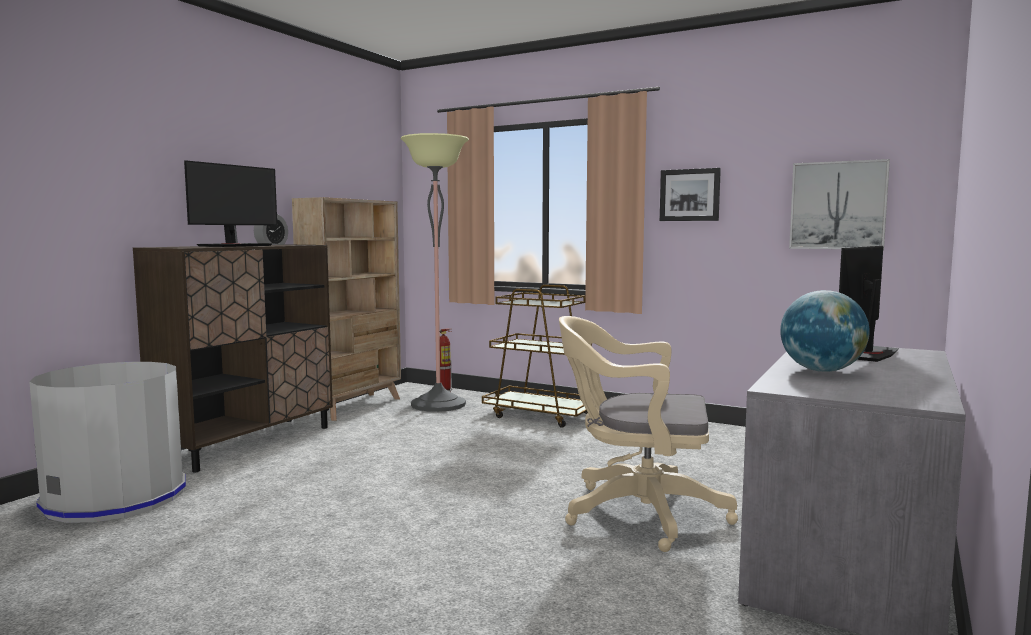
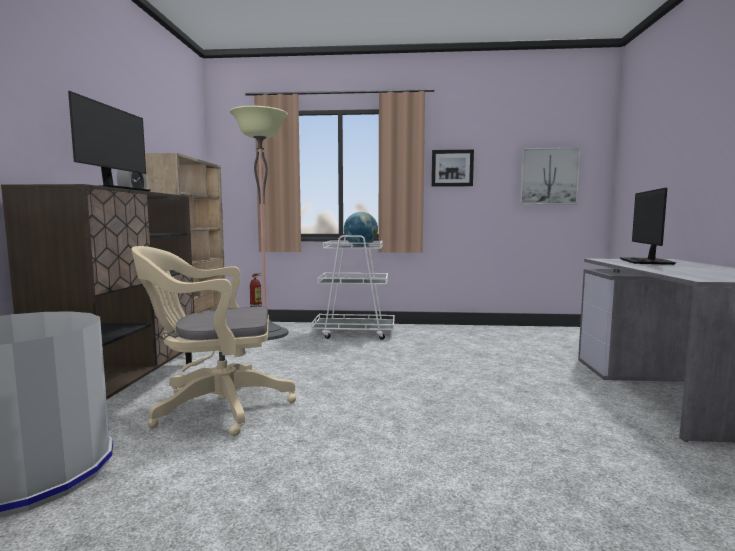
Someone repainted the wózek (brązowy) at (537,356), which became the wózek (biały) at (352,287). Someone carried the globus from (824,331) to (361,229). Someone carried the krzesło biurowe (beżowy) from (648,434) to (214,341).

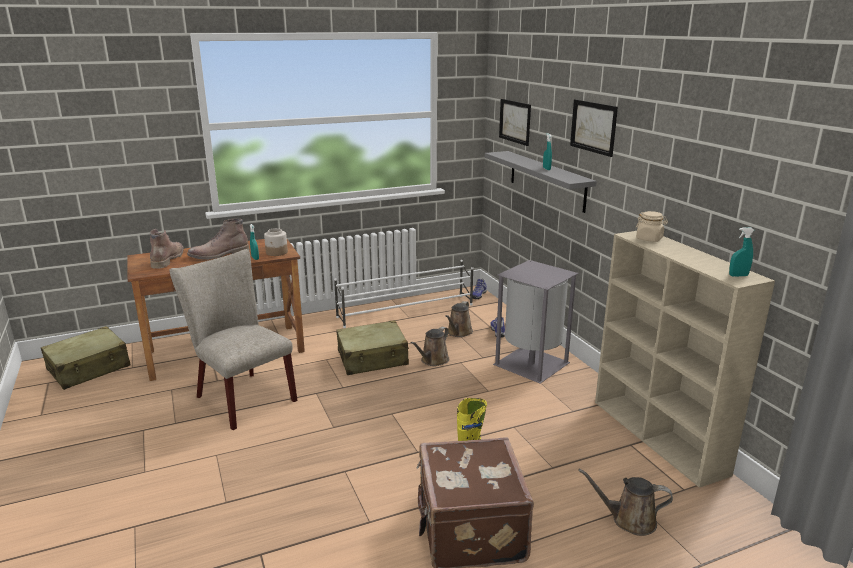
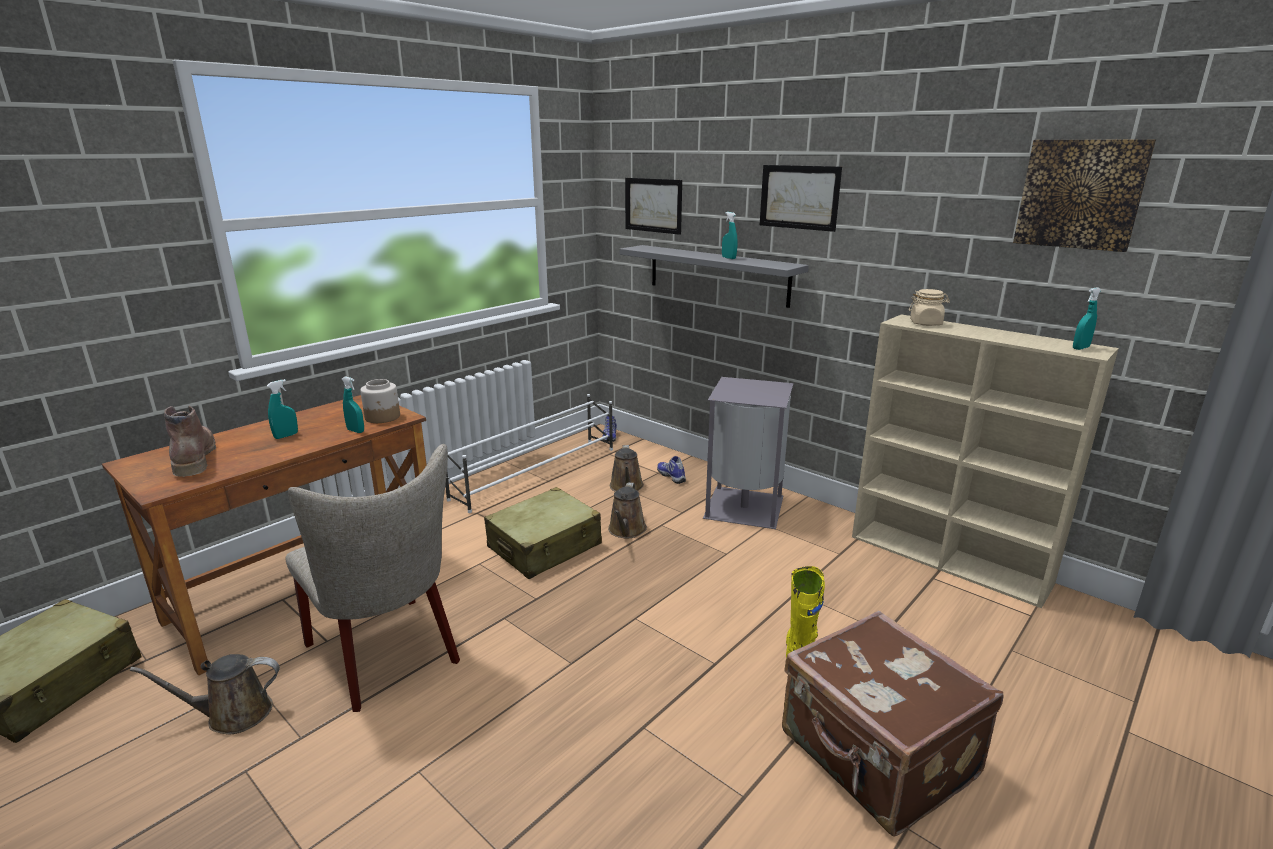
Someone swapped the but z cholewką (brązowy) at (218,239) for the spryskiwacz (turkusowy) at (282,409). Someone rotated the krzesło (beżowy) at (233,339) by 150 degrees counterclockwise. Someone carried the konewka (brązowy) from (625,502) to (205,694). Someone put up the obraz at (1084,195).

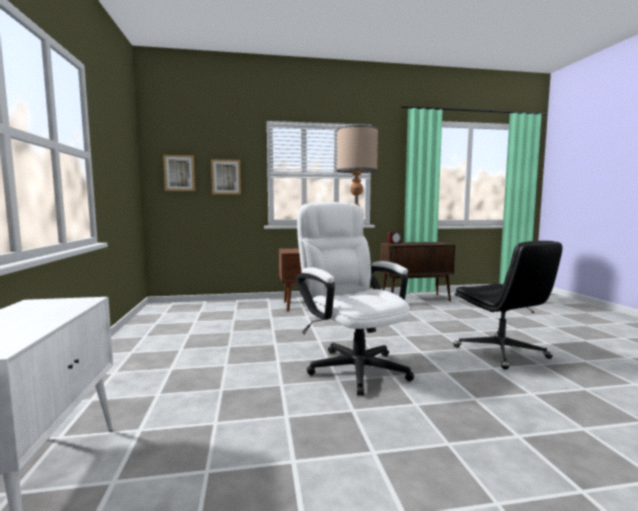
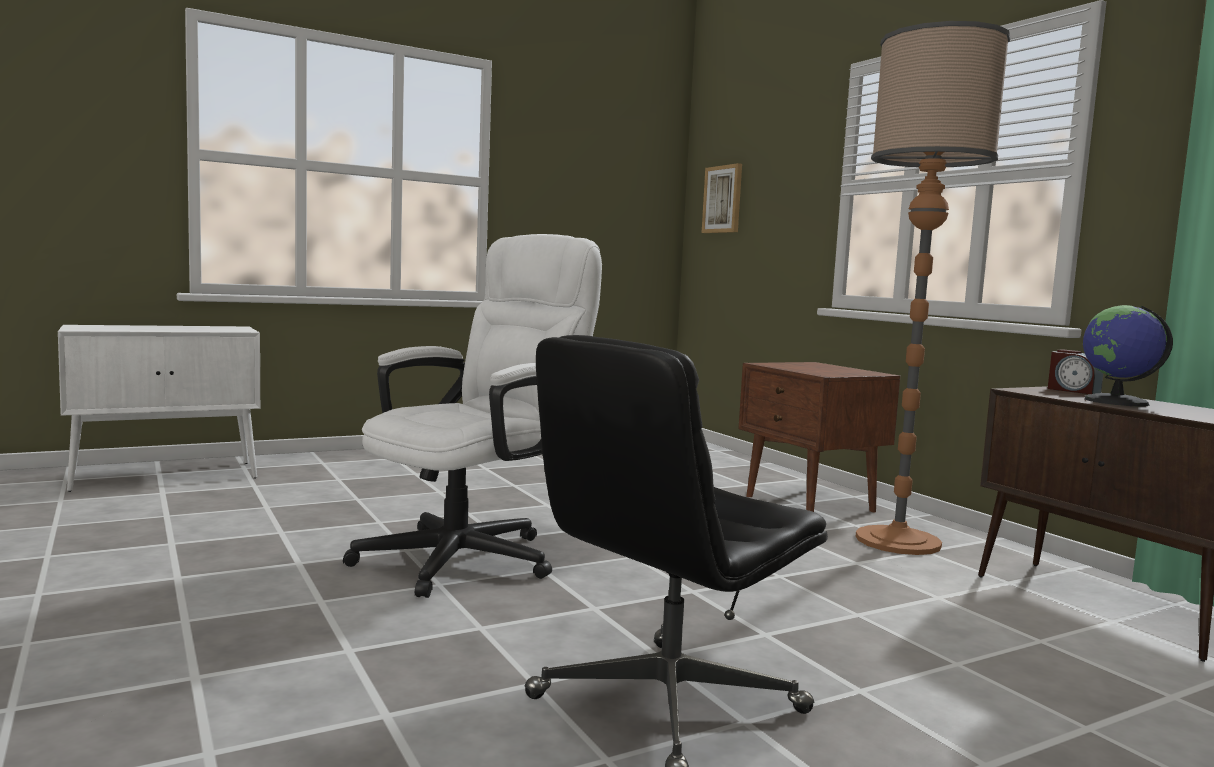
Someone took away the obraz at (226,177). Someone put down the globus at (1128,355).

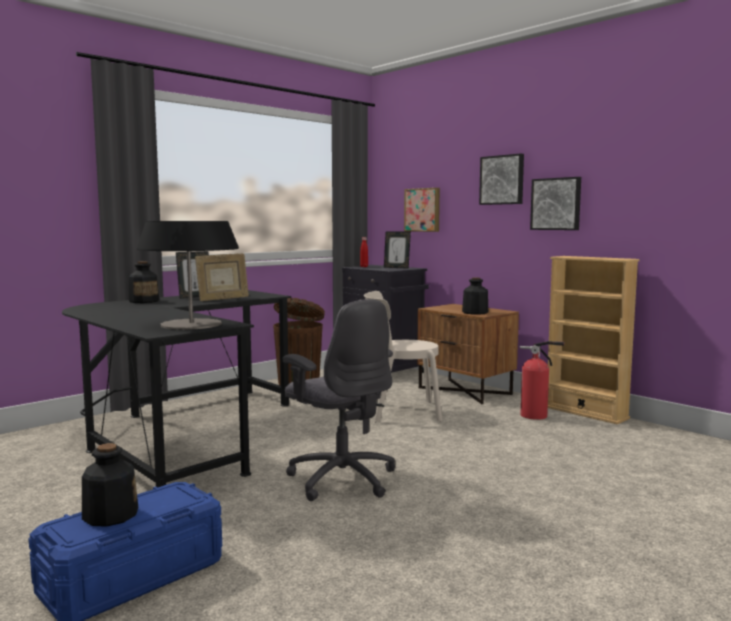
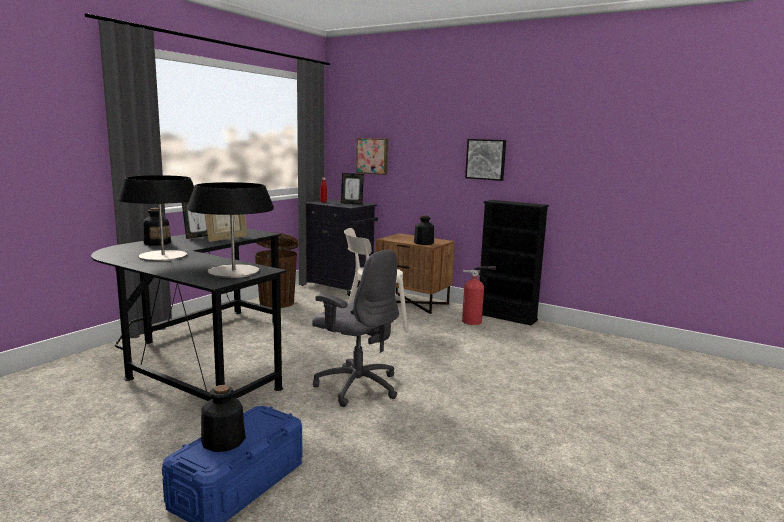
Someone took away the obraz at (501,179). Someone repainted the regał (beżowy) at (593,340), which became the regał (czarny) at (514,263). Someone put down the lampa stołowa at (155,218).

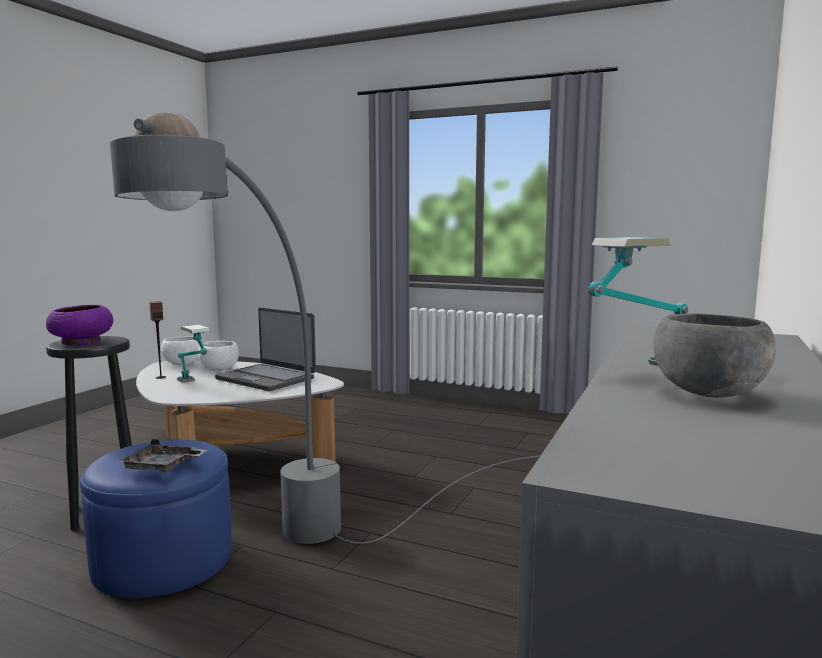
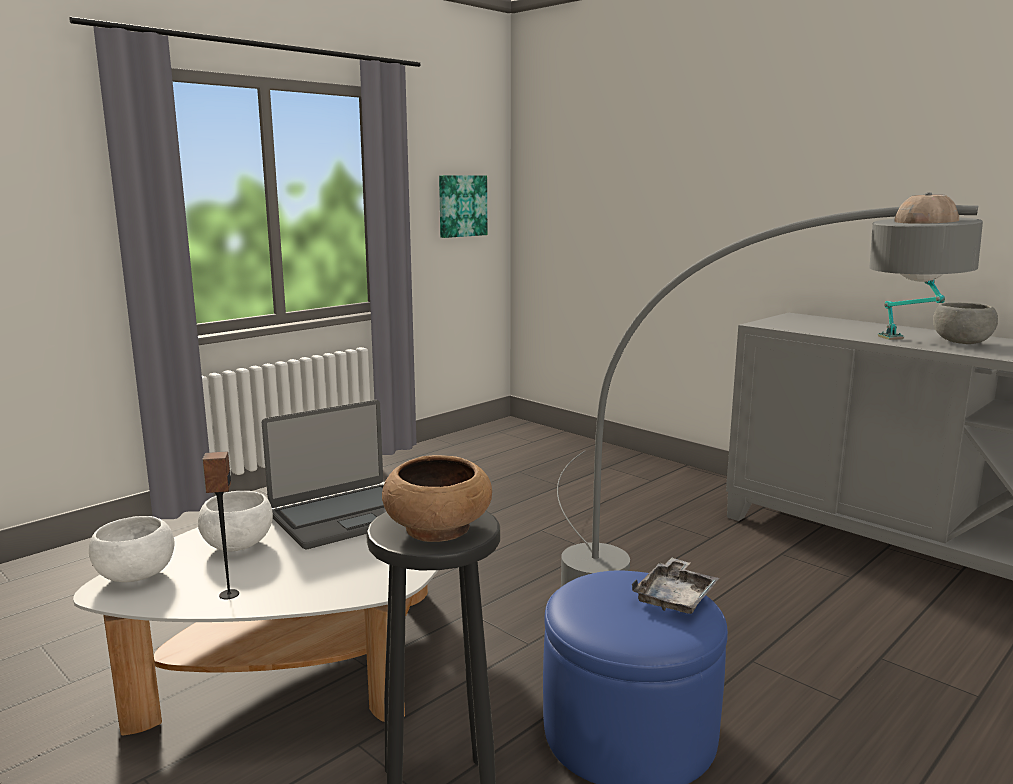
Someone repainted the miska (fioletowy) at (79,325), which became the miska (brązowy) at (437,498). Someone took away the lampa stołowa at (193,354). Someone put up the obraz at (463,206).

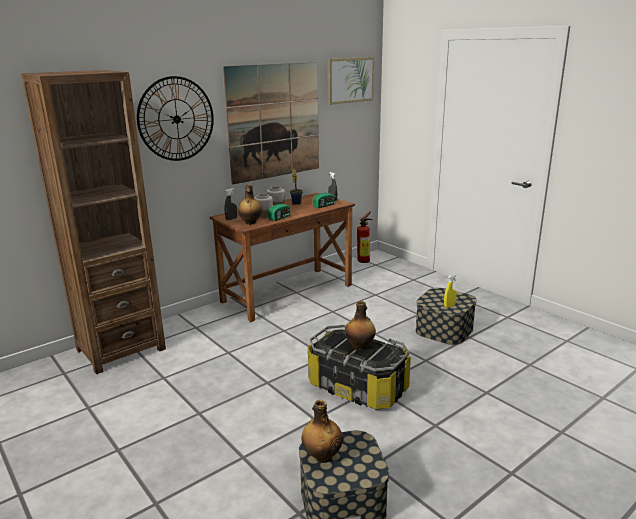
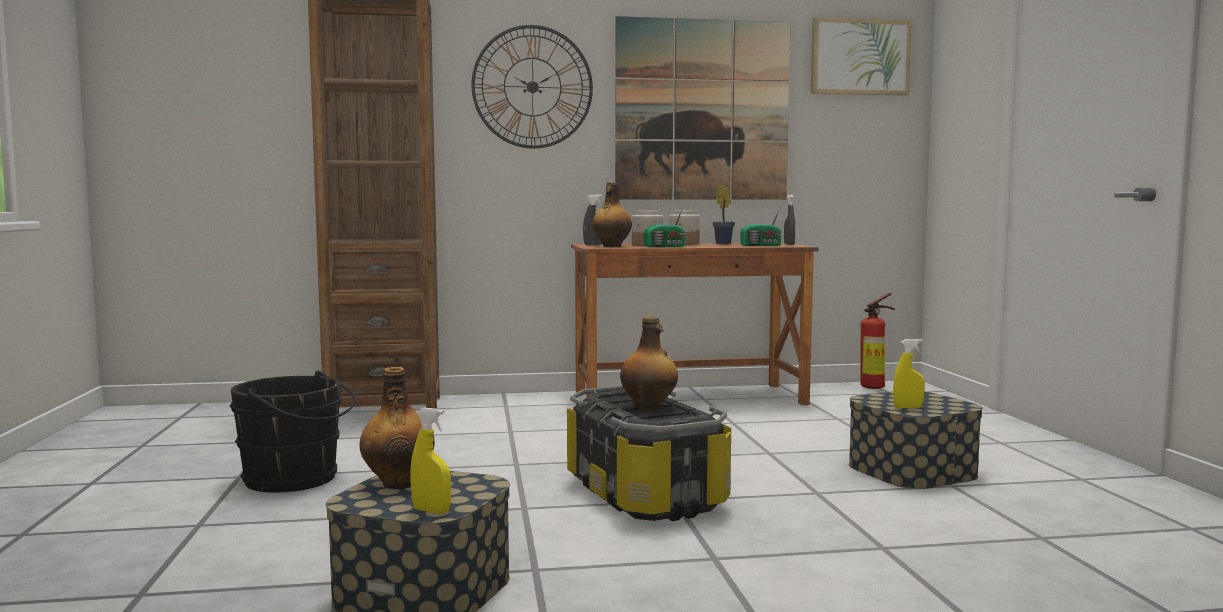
Someone put down the wiadro (czarny) at (293,432). Someone put down the spryskiwacz (żółty) at (430,461).

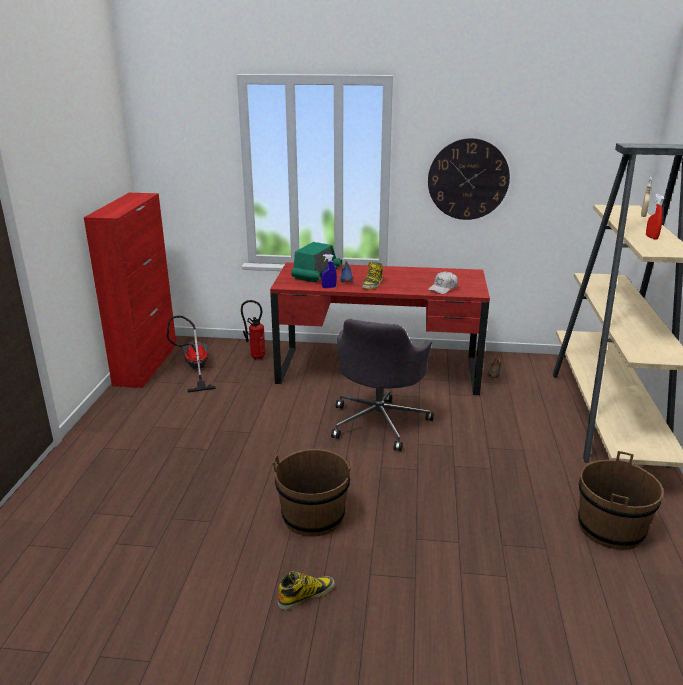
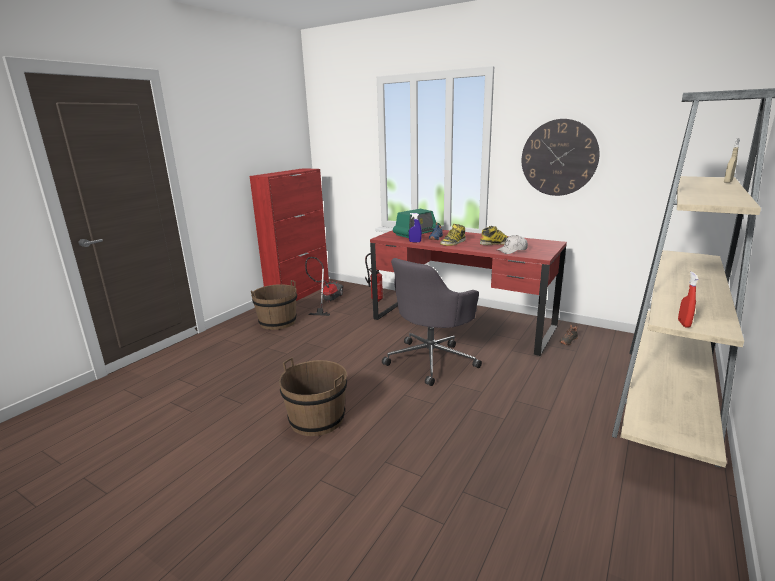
Someone carried the spryskiwacz (czerwony) from (655,217) to (688,300). Someone carried the wiadro (brązowy) from (621,500) to (274,305). Someone carried the but z cholewką from (306,590) to (494,235).

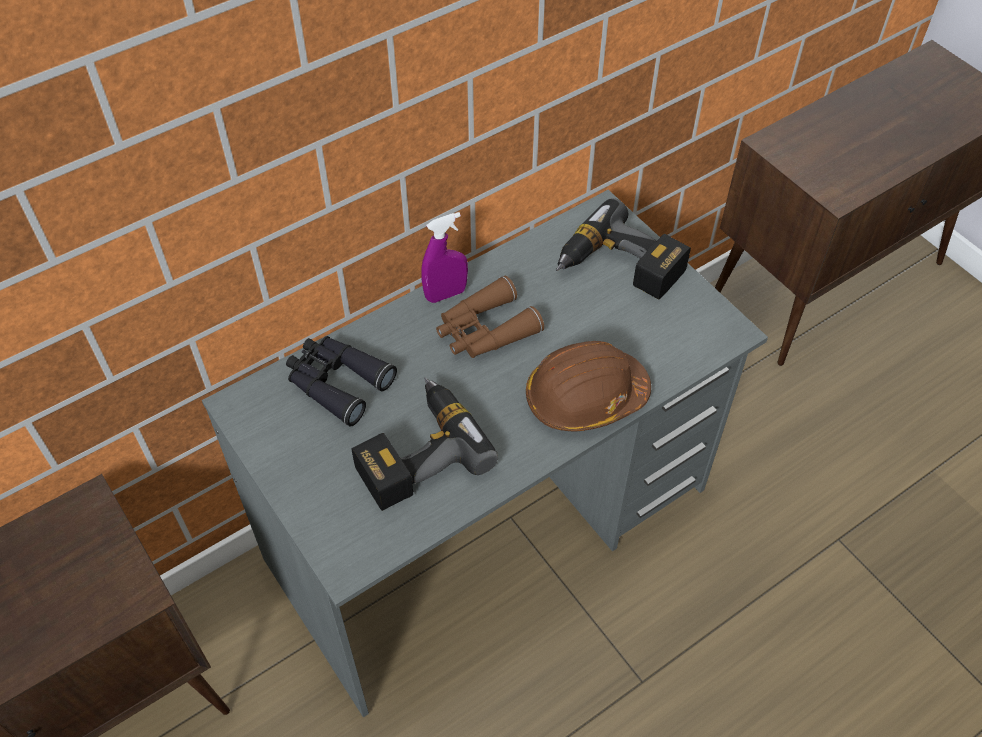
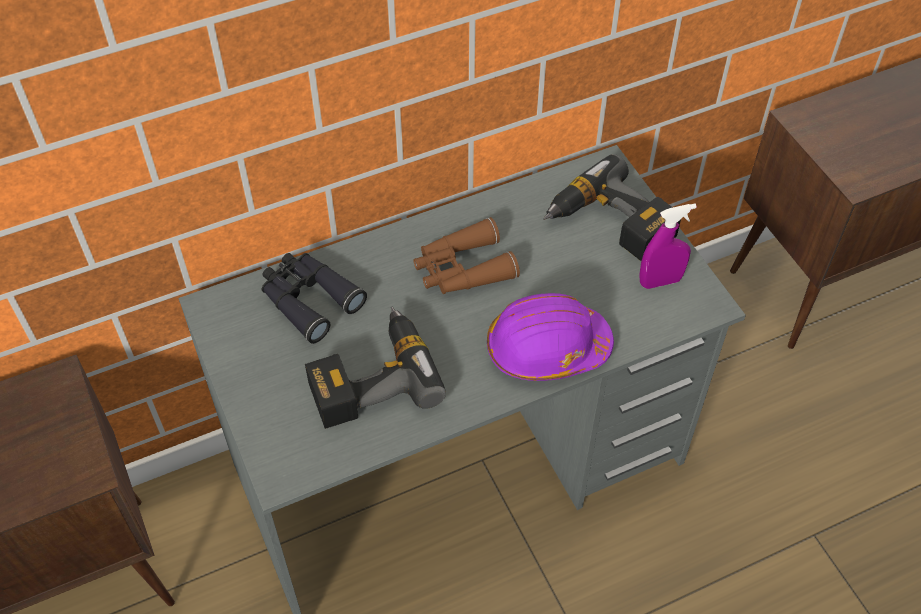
Someone carried the spryskiwacz (fioletowy) from (444,257) to (668,246). Someone repainted the kask (brązowy) at (588,386), which became the kask (fioletowy) at (550,337).

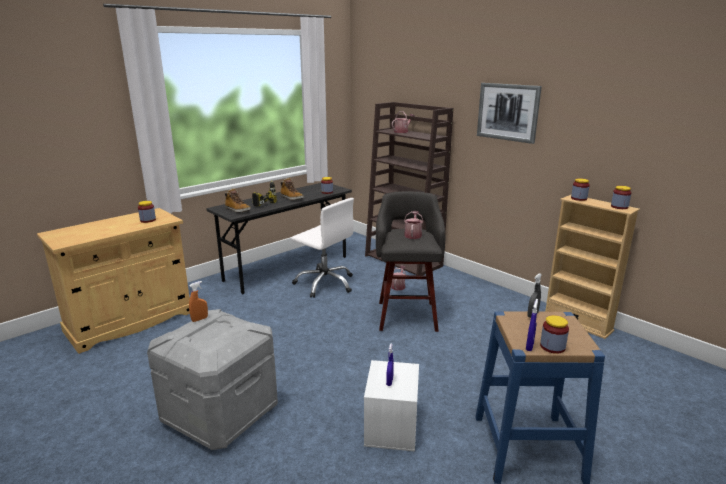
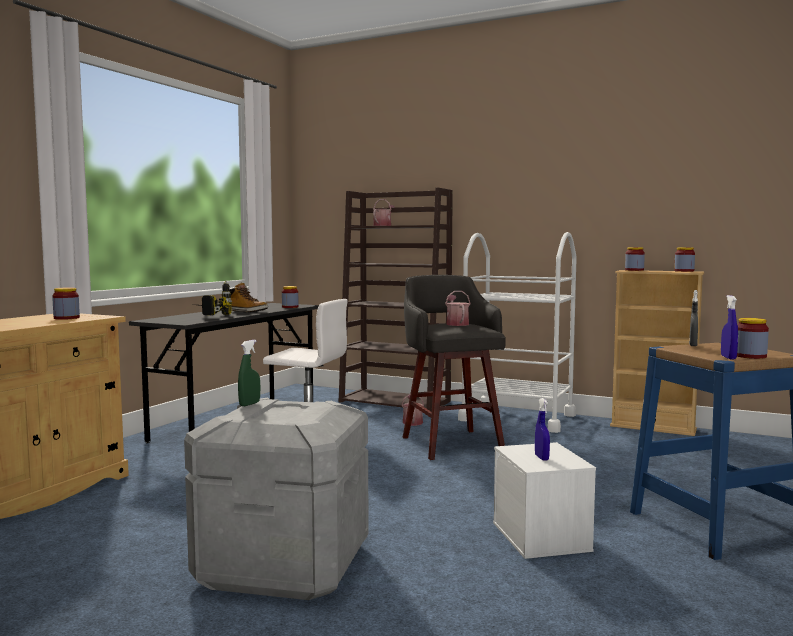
Someone took away the obraz at (509,113). Someone took away the but z cholewką at (238,200). Someone repainted the spryskiwacz (pomarańczowy) at (198,301), which became the spryskiwacz (zielony) at (249,373). Someone put down the wózek (biały) at (517,332).

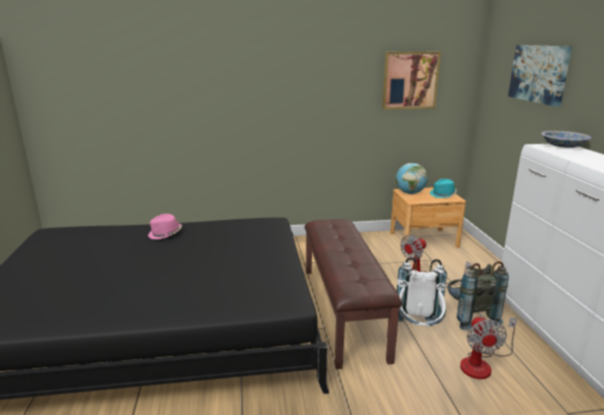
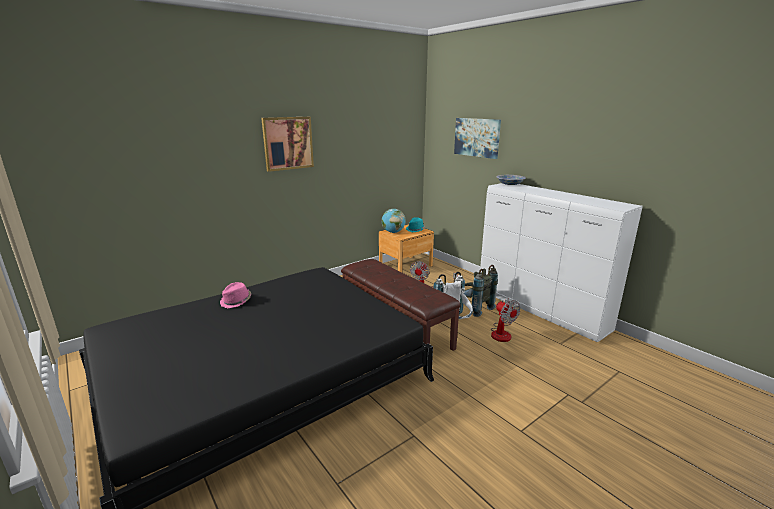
Someone carried the obraz from (411,81) to (287,144).

